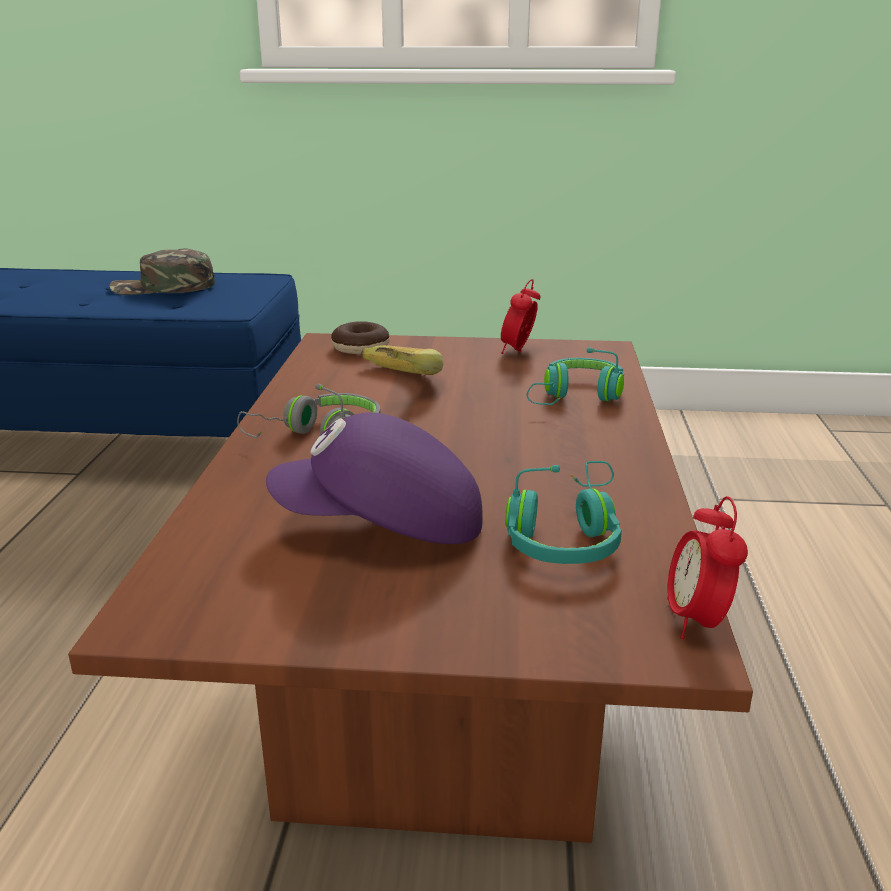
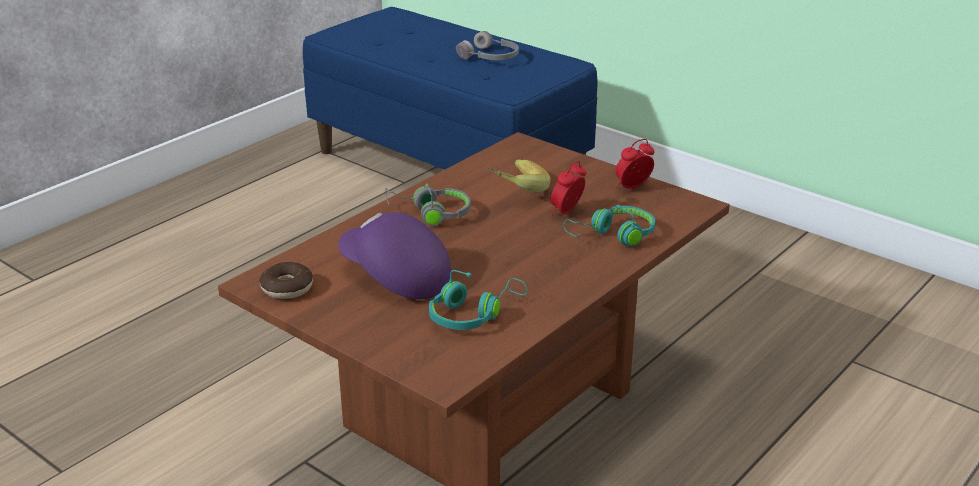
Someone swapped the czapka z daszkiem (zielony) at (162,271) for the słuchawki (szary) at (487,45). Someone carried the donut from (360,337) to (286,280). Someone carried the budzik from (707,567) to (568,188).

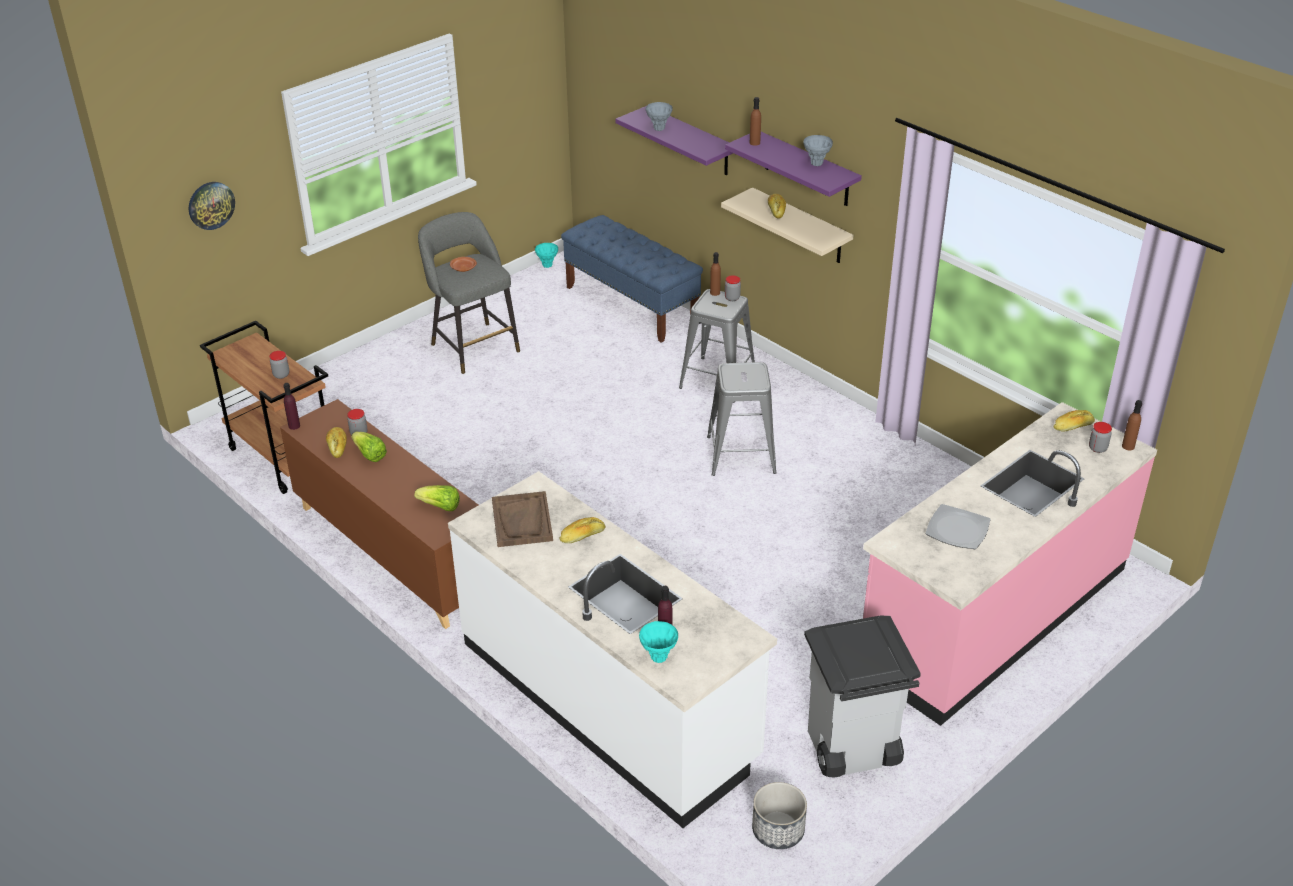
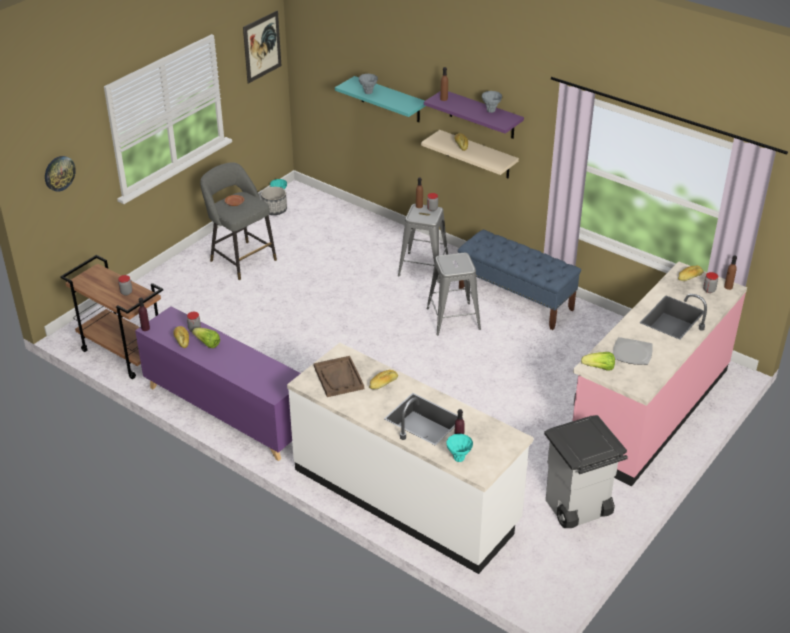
Someone repainted the półka (fioletowy) at (674,140), which became the półka (turkusowy) at (380,99). Someone carried the ławka (niebieski) from (632,279) to (519,279). Someone repainted the szafka (brązowy) at (379,514), which became the szafka (fioletowy) at (218,383). Someone carried the sałata from (437,498) to (598,361). Someone carried the donica from (779,815) to (274,201). Someone put up the obraz at (262,47).

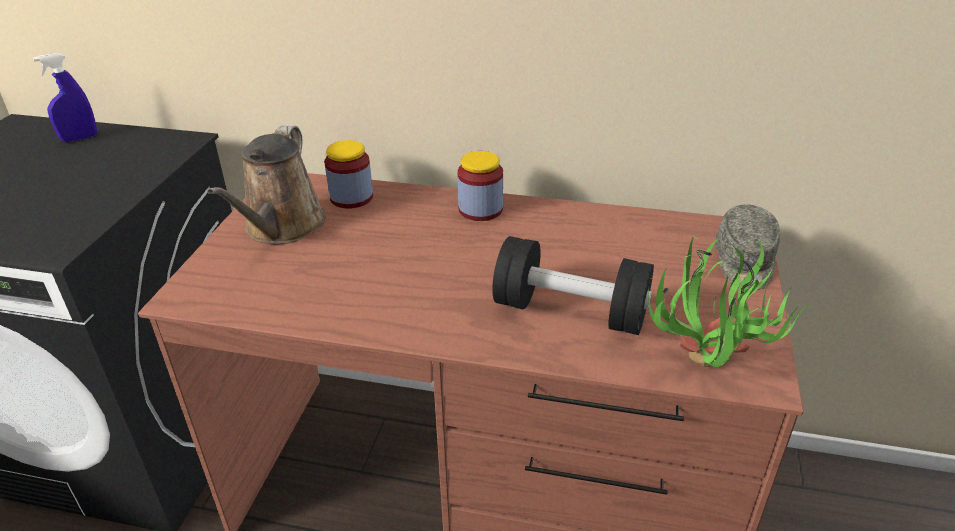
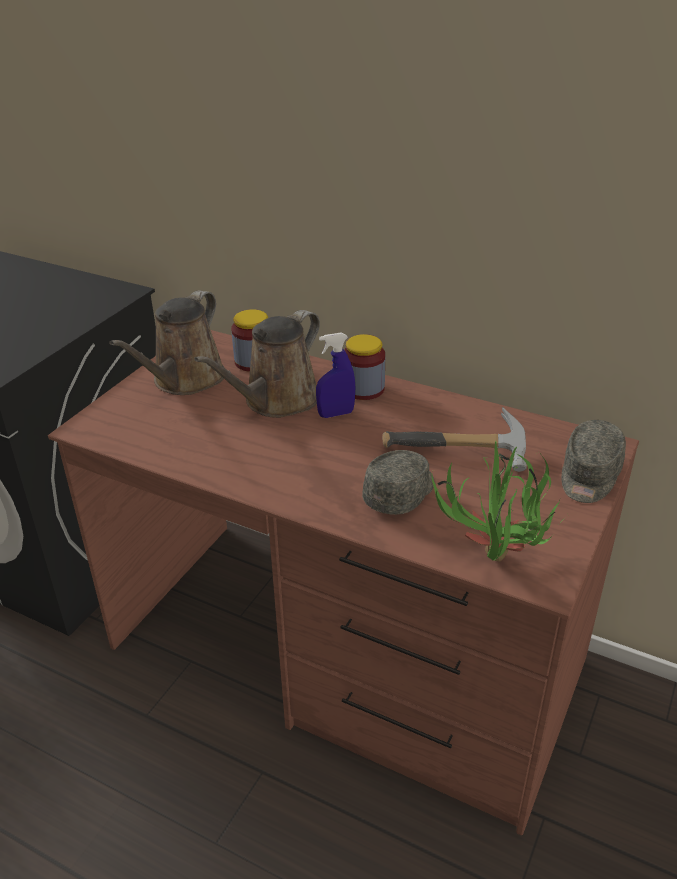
Someone carried the spryskiwacz (niebieski) from (65,97) to (335,375). Someone swapped the hantel (czarny) at (573,285) for the czapka z daszkiem (szary) at (398,482). Someone put down the konewka (brązowy) at (257,364). Someone put down the młotek at (454,439).

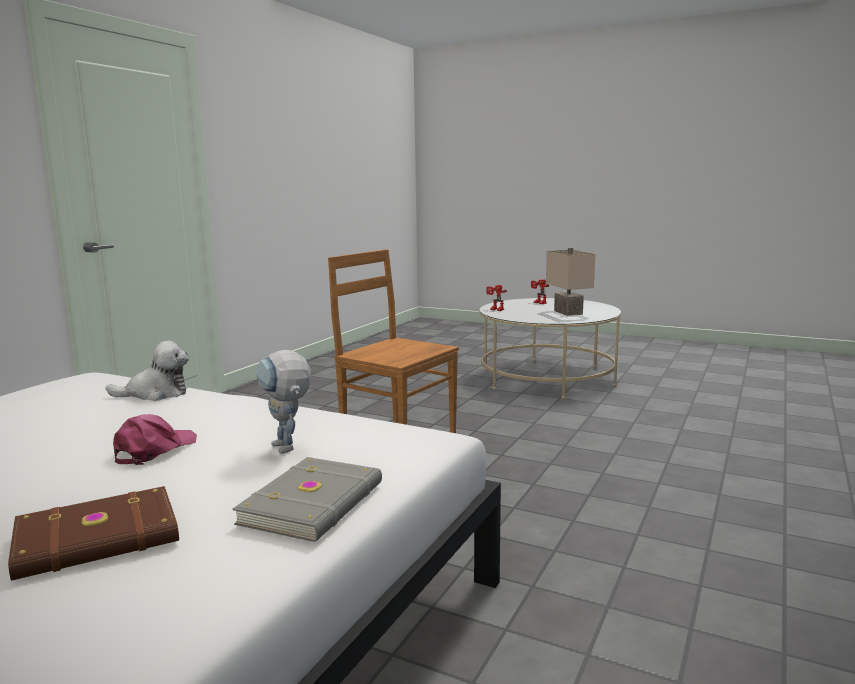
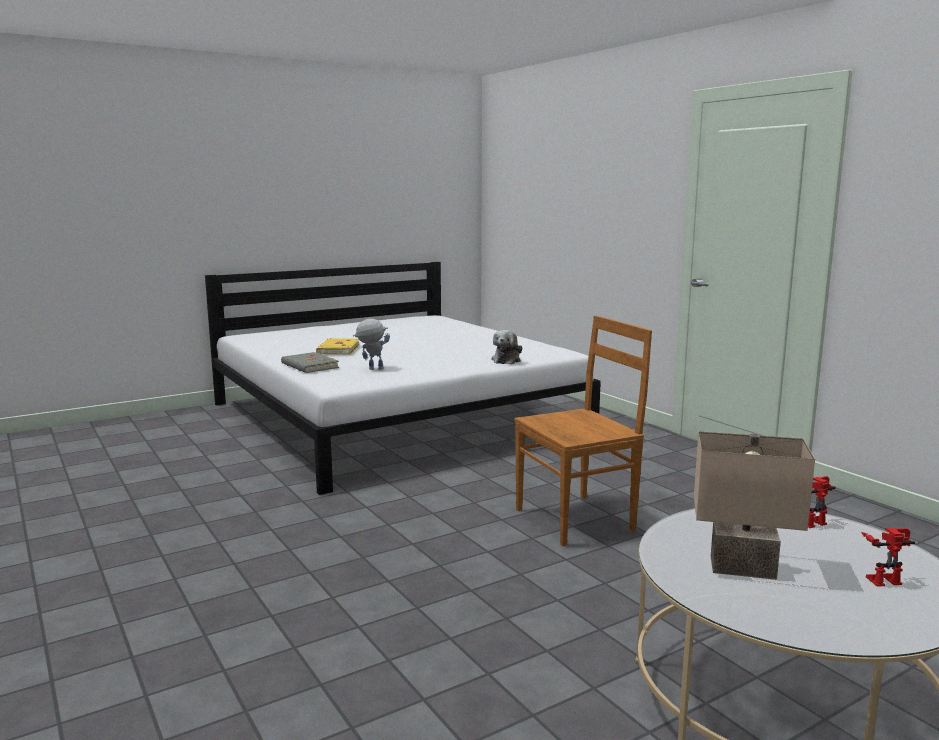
Someone took away the czapka z daszkiem (różowy) at (155,439). Someone repainted the książka (brązowy) at (93,533), which became the książka (żółty) at (338,346).

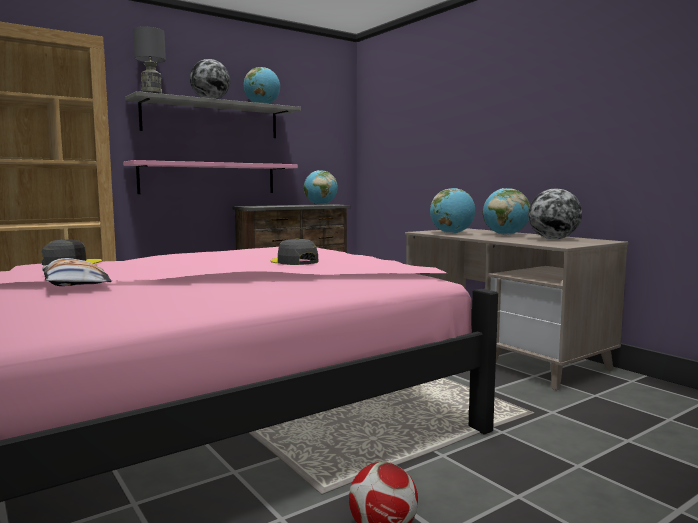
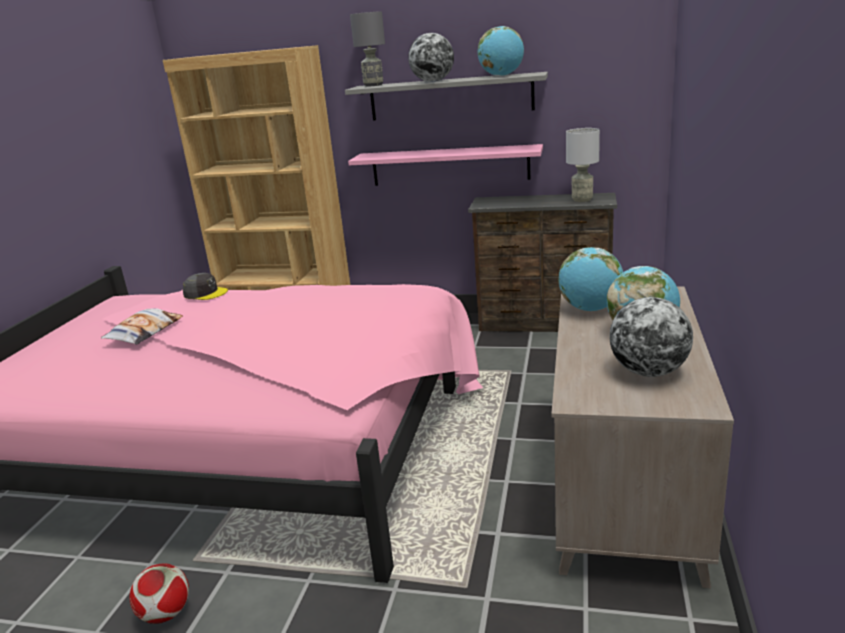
Someone swapped the globus at (321,187) for the lampa stołowa (szary) at (583,165). Someone took away the czapka z daszkiem (szary) at (295,251).

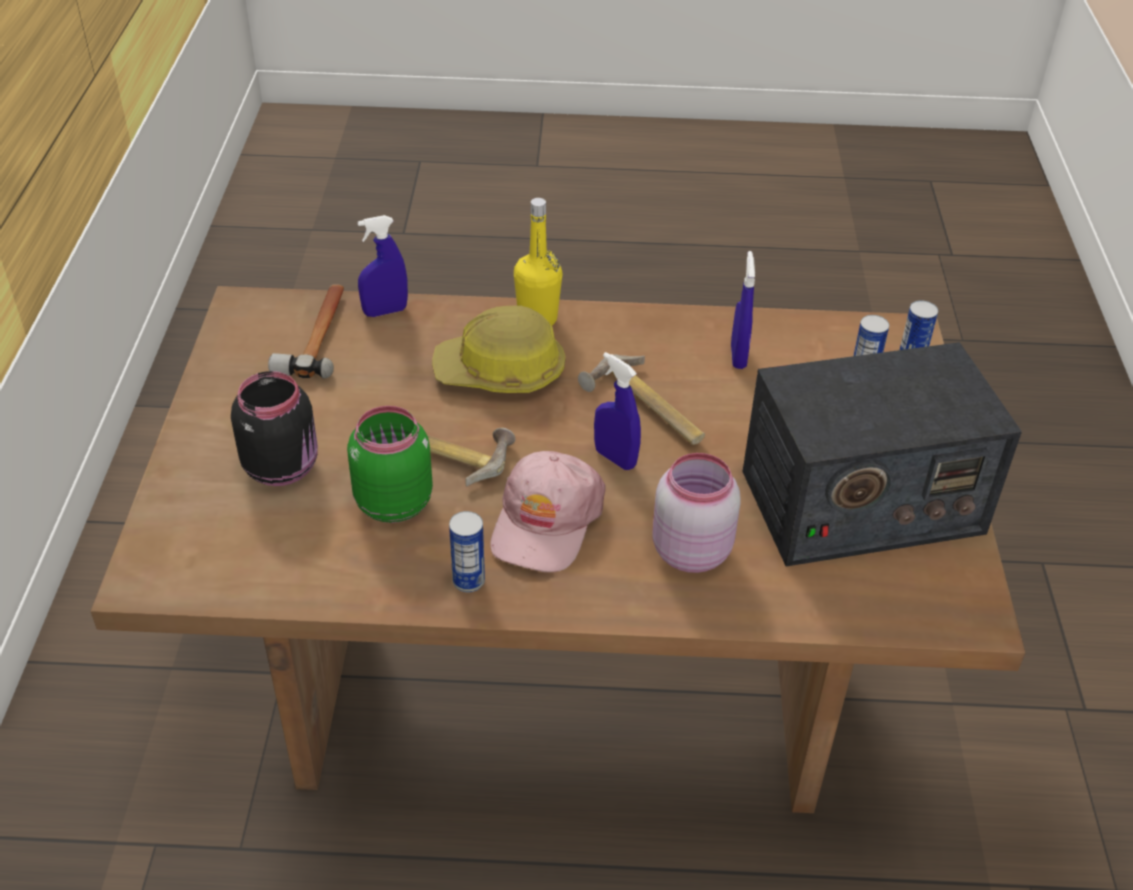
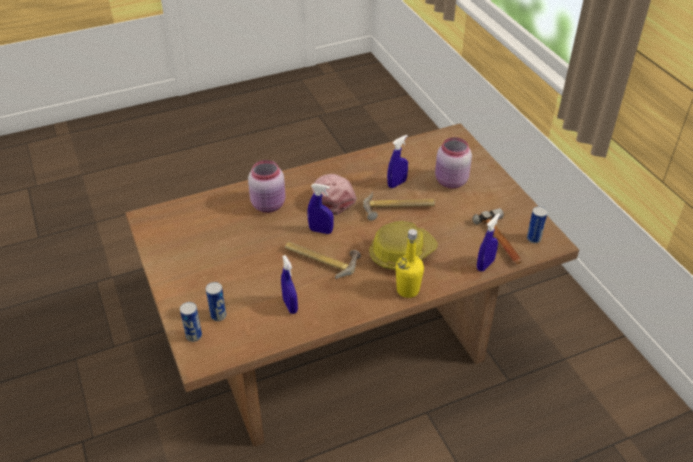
Someone took away the radio at (882,454). Someone repainted the słoik (czarny) at (274,428), which became the słoik (różowy) at (453,162). Someone swapped the słoik (zielony) at (390,464) for the spryskiwacz (niebieski) at (397,161). Someone carried the puszka from (467,551) to (537,224).

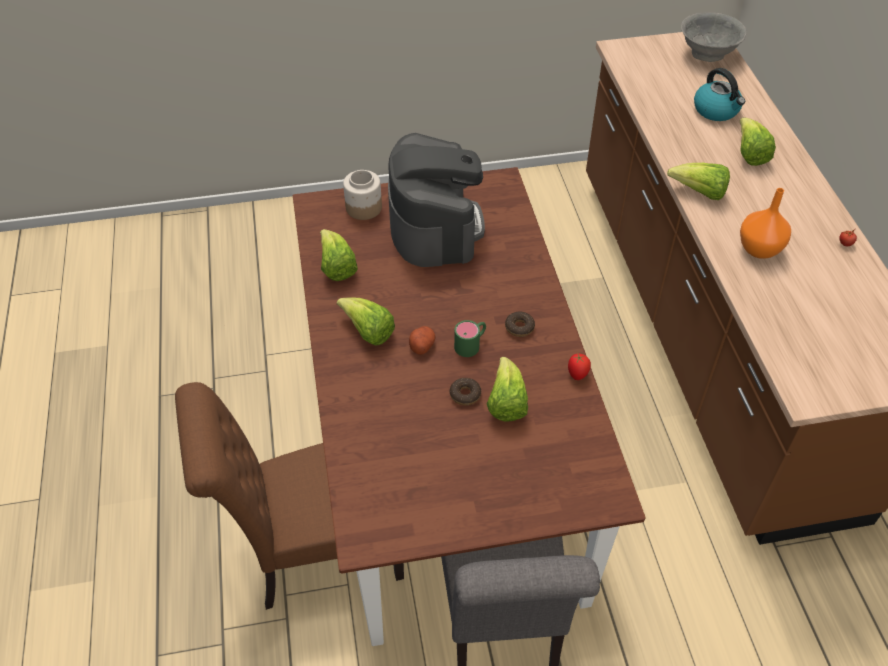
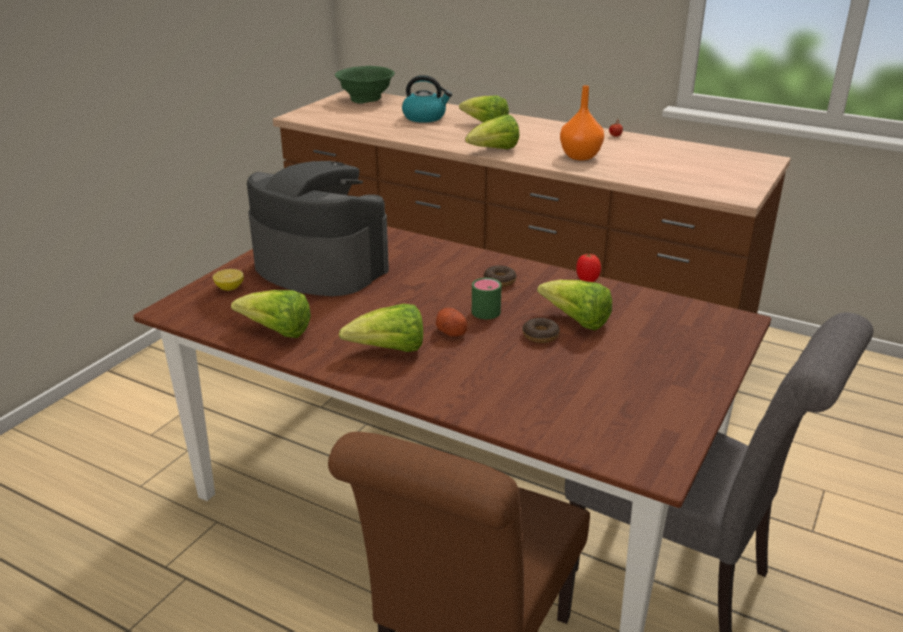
Someone repainted the miska (szary) at (713,37), which became the miska (zielony) at (365,85). Someone swapped the słoik at (362,195) for the cytryna at (228,280).

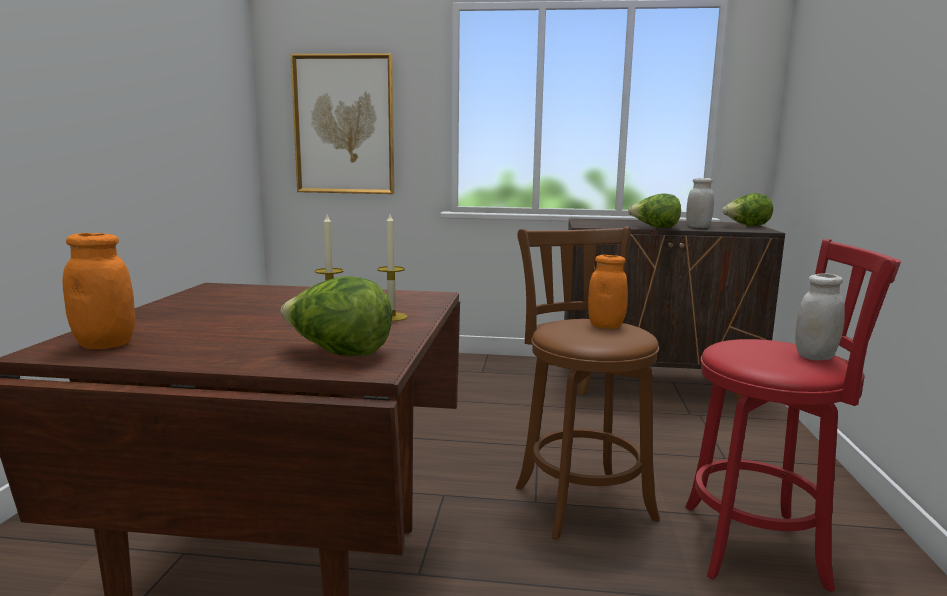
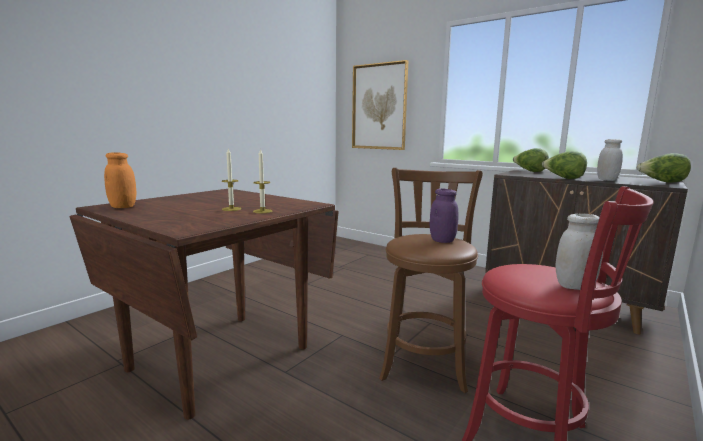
Someone repainted the słoik (pomarańczowy) at (608,292), which became the słoik (fioletowy) at (444,216). Someone carried the sałata from (336,316) to (531,160).

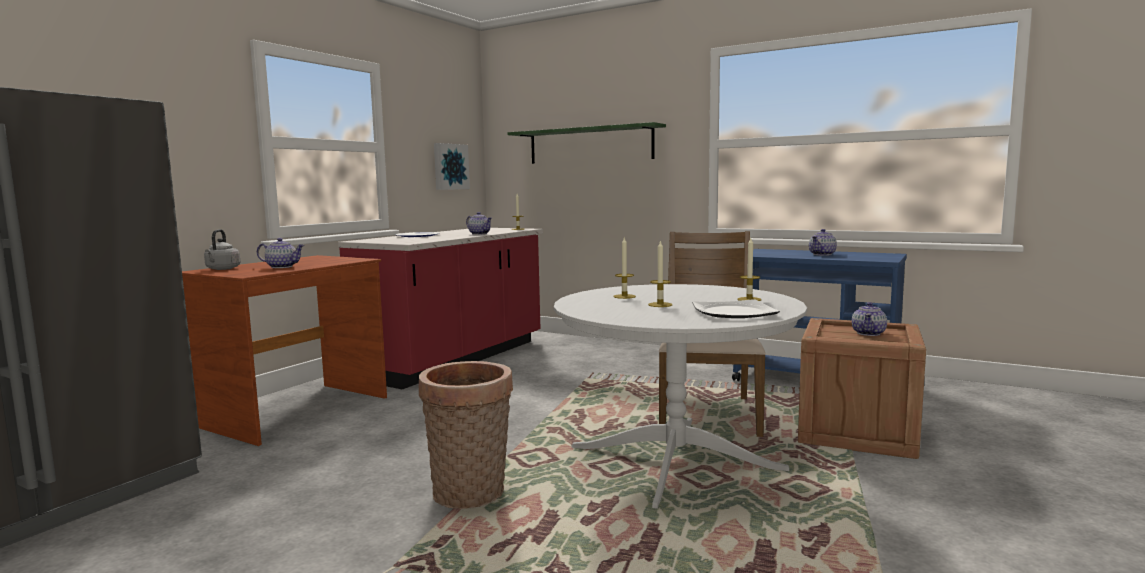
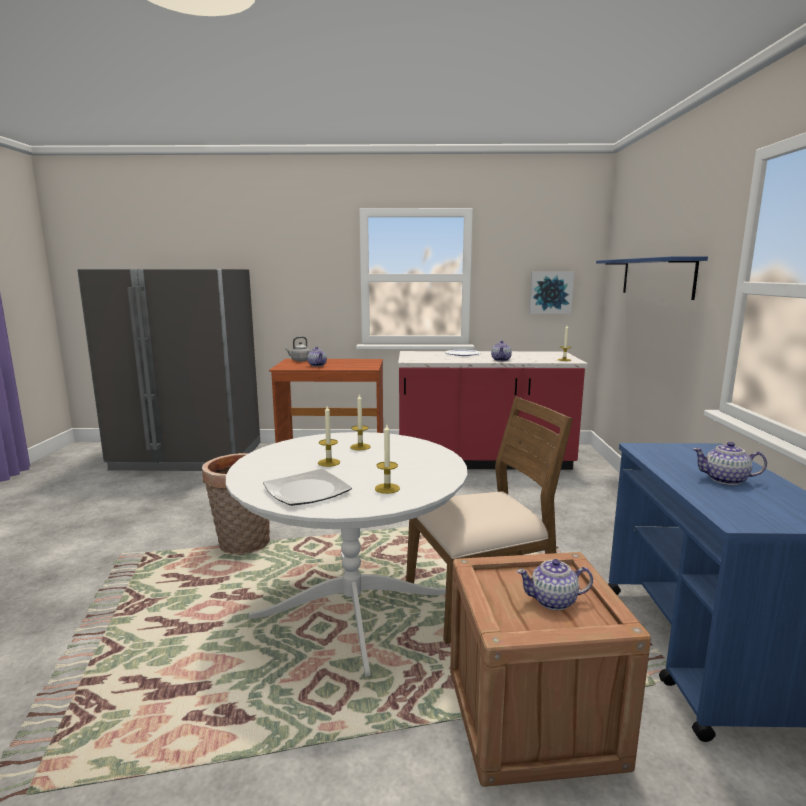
Someone repainted the półka (zielony) at (587,143), which became the półka (niebieski) at (652,278).

